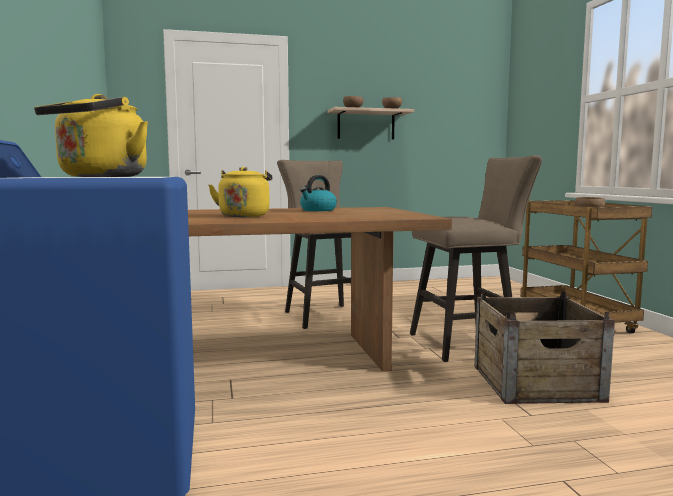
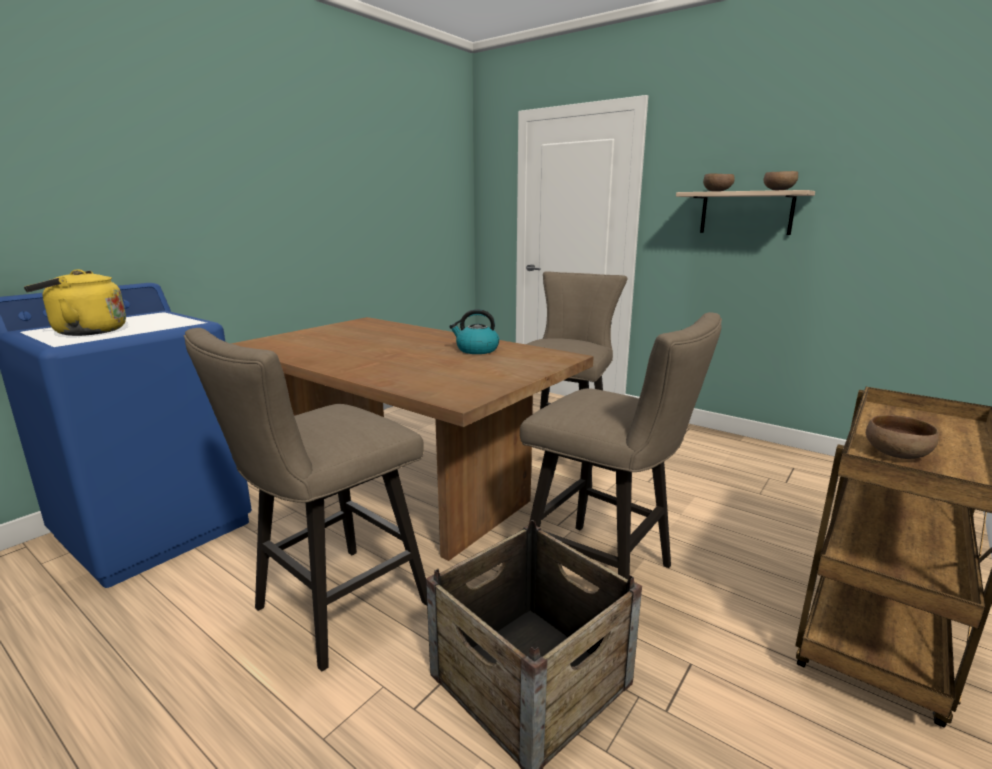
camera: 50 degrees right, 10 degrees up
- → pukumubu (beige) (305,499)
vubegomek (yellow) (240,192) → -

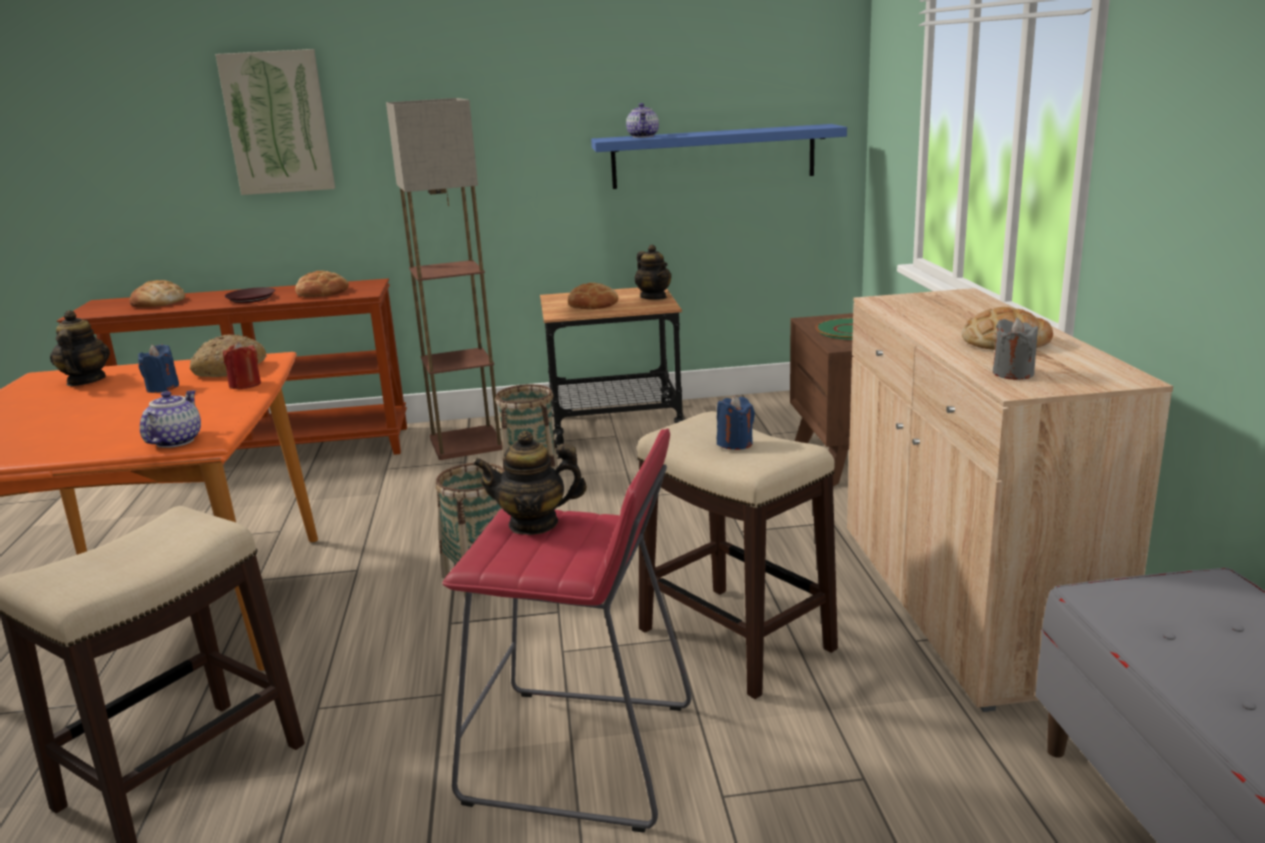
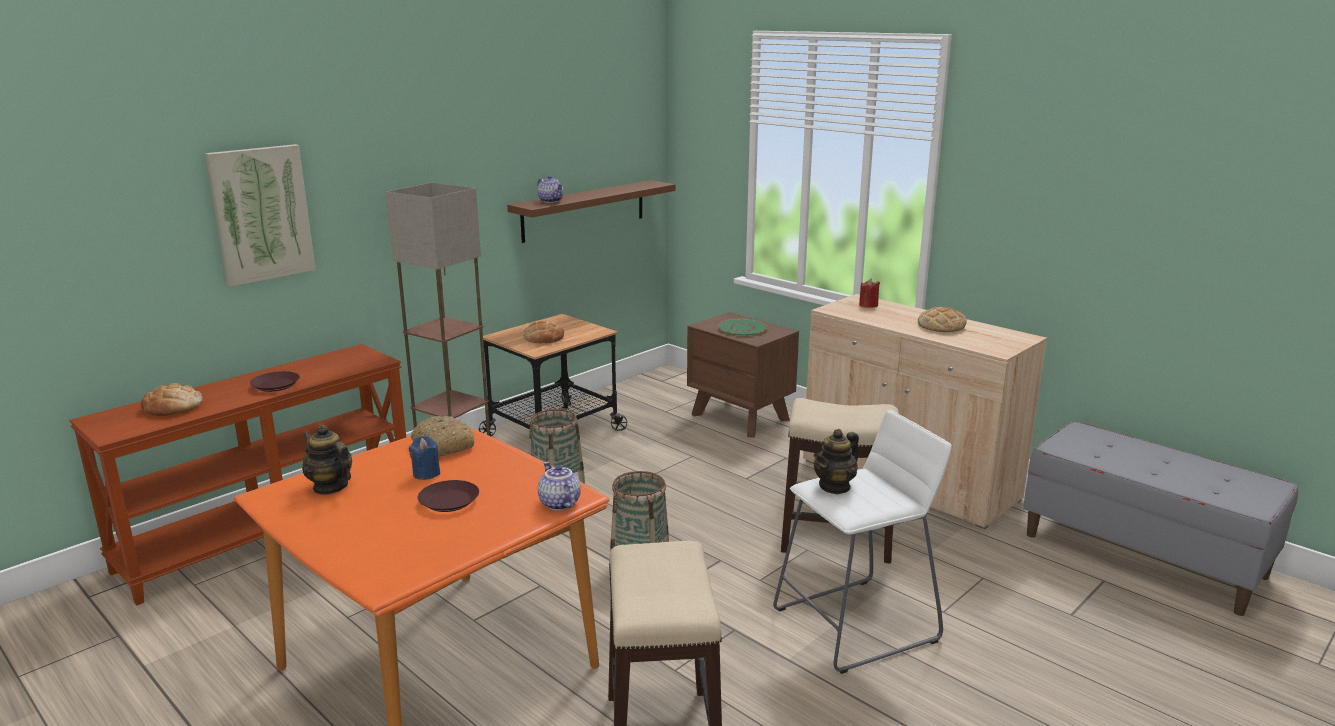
camera: 40 degrees left, 0 degrees up
- → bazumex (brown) (448,496)
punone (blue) (719,156) → punone (brown) (591,211)
pukumubu (red) (566,630) → pukumubu (white) (862,542)
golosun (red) (242,365) → golosun (red) (869,293), shifted
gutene (322,284) → -
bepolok (653,272) → -
golosun (blue) (736,422) → -
golosun (grey) (1015,349) → -

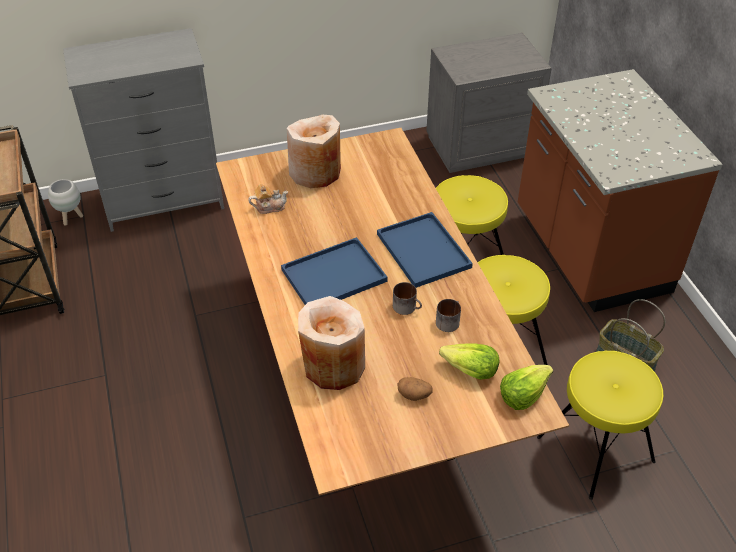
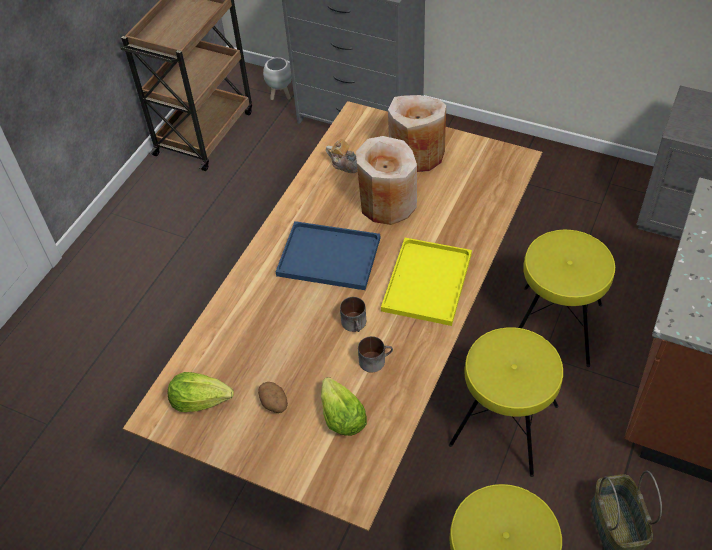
camera: 45 degrees right, 5 degrees up
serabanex (526,387) → serabanex (201,392), shifted
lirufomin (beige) (331,343) → lirufomin (beige) (386,180), shifted
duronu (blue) (425,250) → duronu (yellow) (426,282)

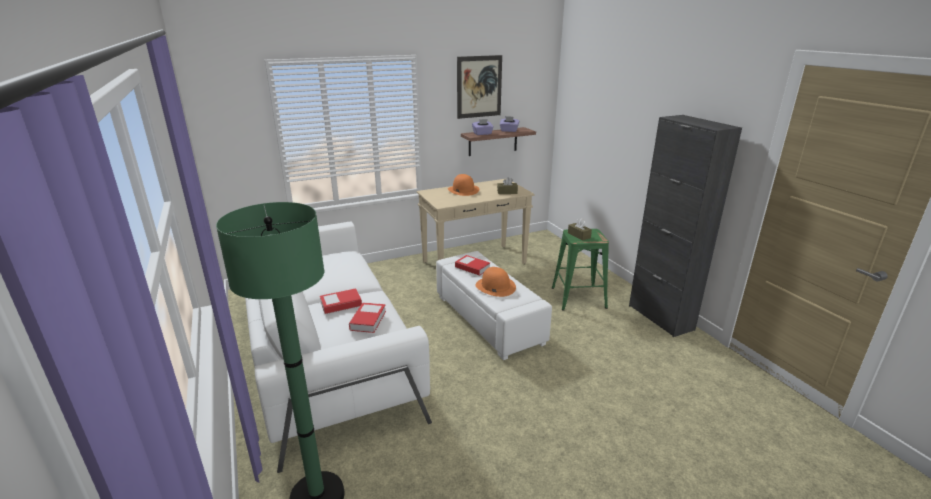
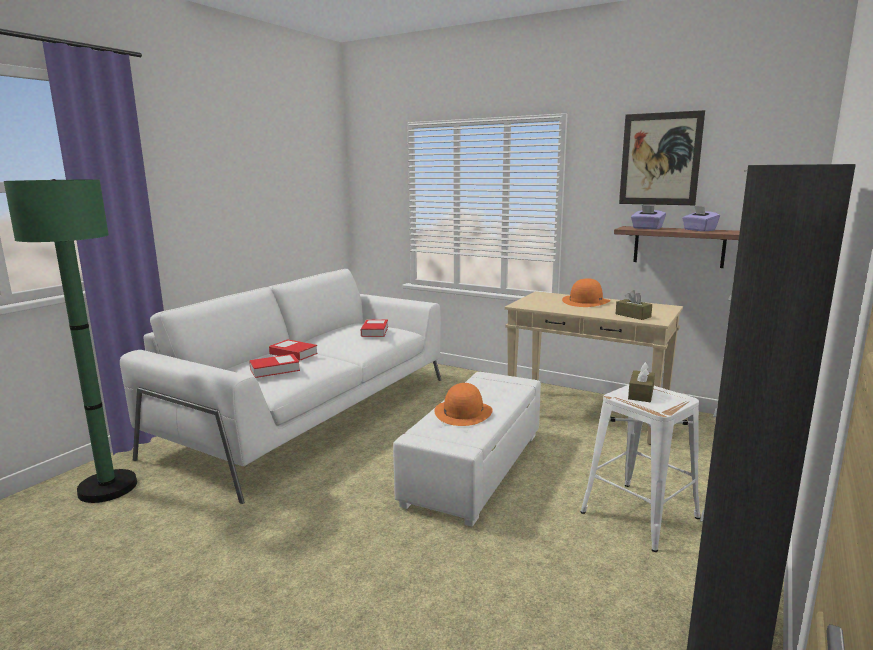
camera: 55 degrees right, 10 degrees down
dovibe (472,265) → dovibe (374,328), shifted
pukumubu (green) (580,270) → pukumubu (white) (640,468)

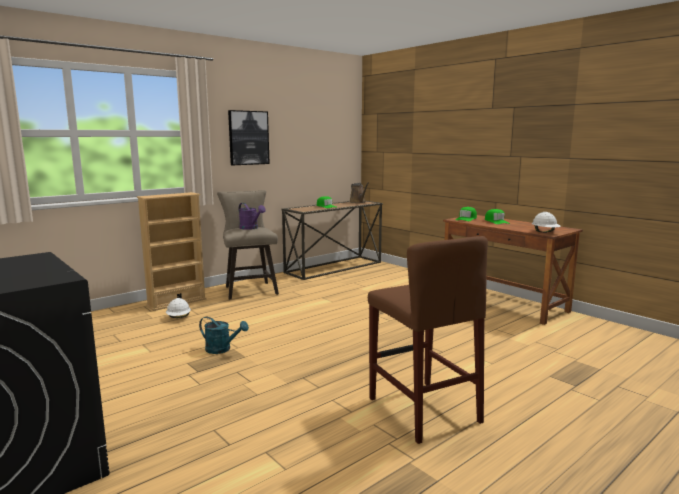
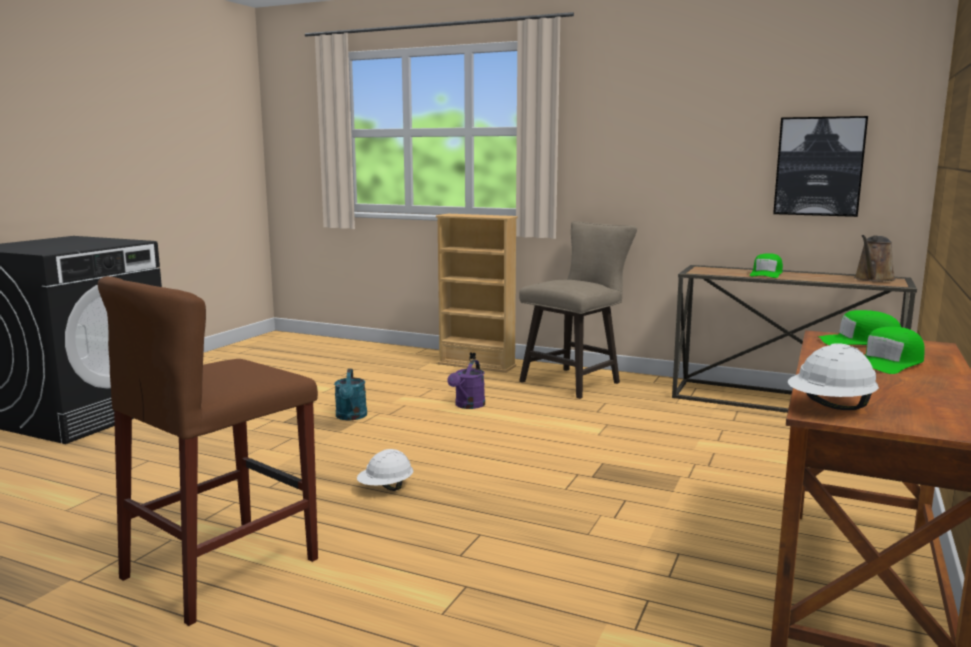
camera: 65 degrees right, 0 degrees up
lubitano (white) (178,308) → lubitano (white) (385,470), shifted
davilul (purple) (252,216) → davilul (purple) (466,384), shifted
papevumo (249,137) → papevumo (820,166), shifted

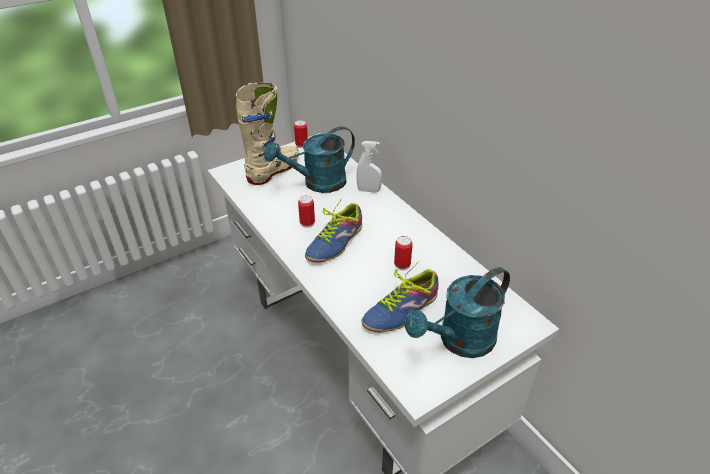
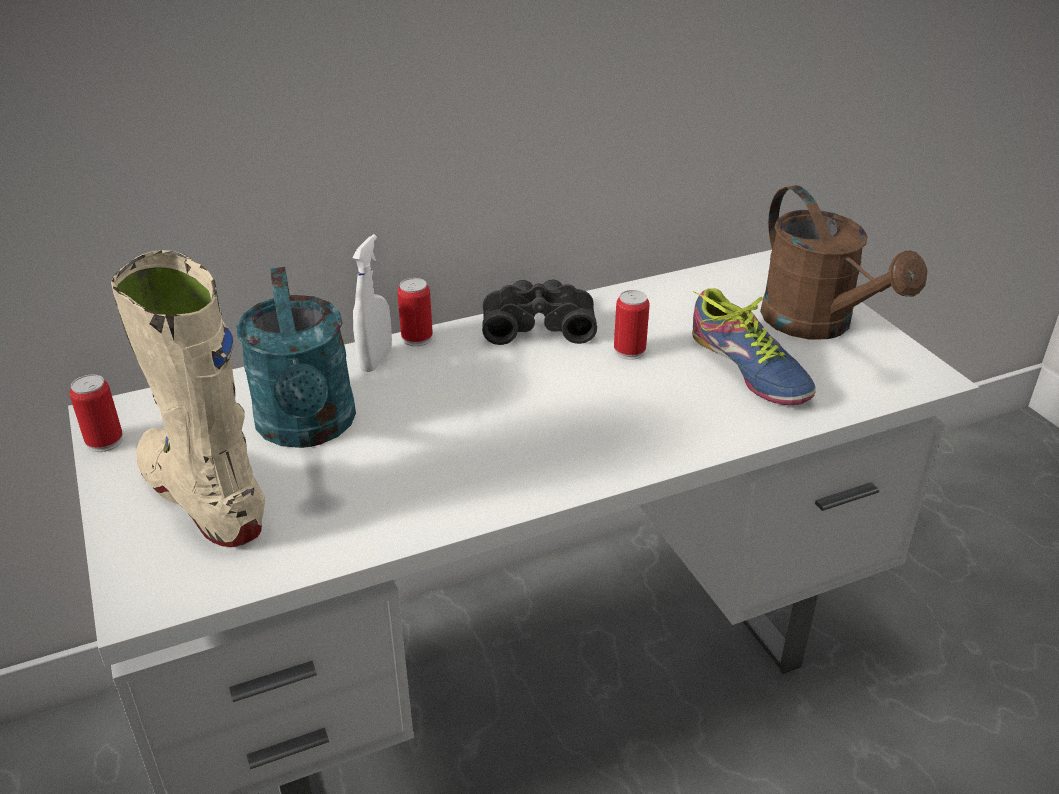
camera: 80 degrees left, 5 degrees down
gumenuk (306,211) → gumenuk (415,312), shifted
- → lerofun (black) (539,312)
davilul (turquoise) (457,312) → davilul (brown) (843,262)
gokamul (333,230) → -

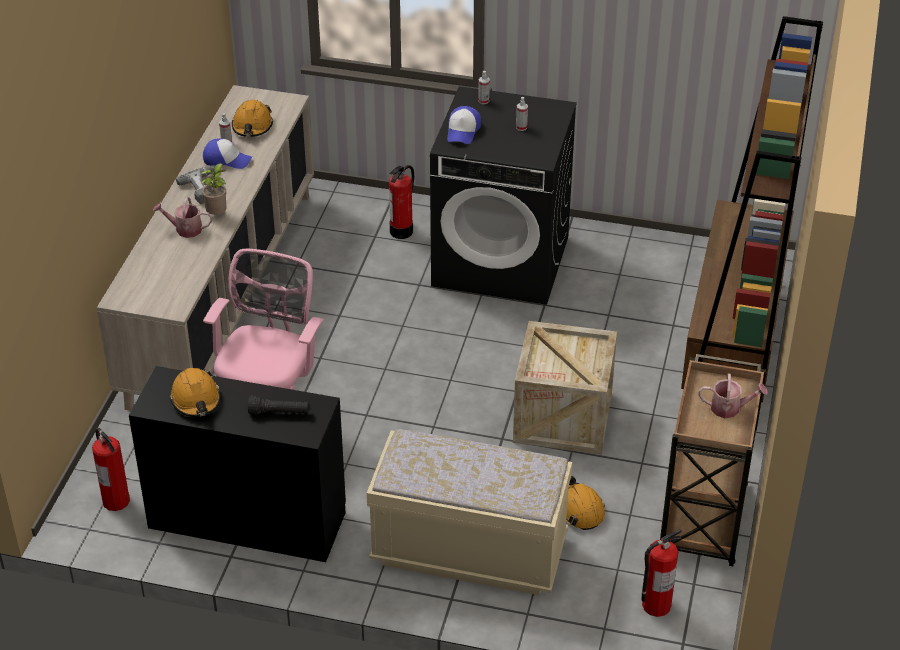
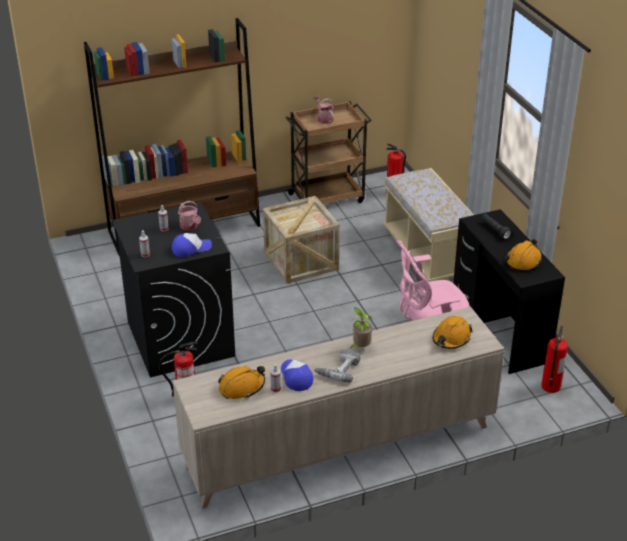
camera: 125 degrees left, 5 degrees down
davilul (182,217) → davilul (189,216), shifted
lubitano (orange) (585,502) → lubitano (orange) (452,332), shifted

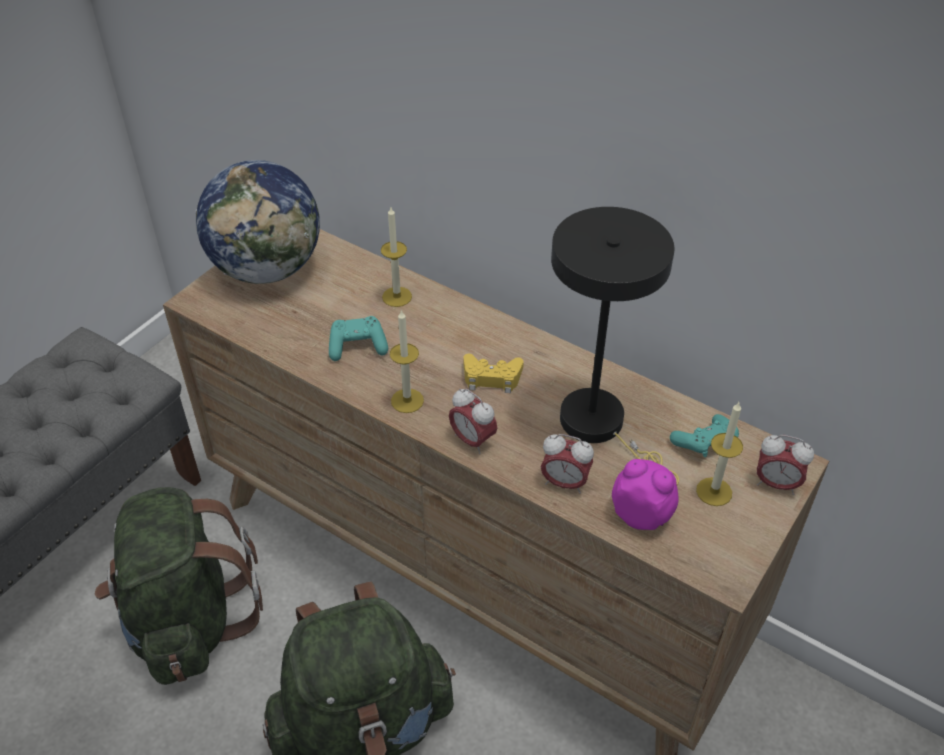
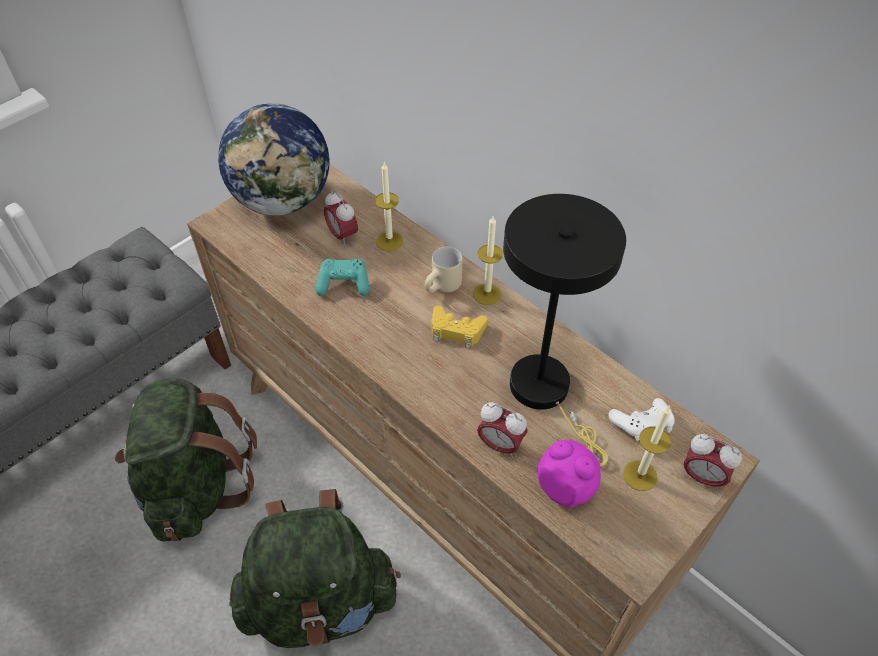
camera: 10 degrees right, 5 degrees up
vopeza (473,421) → vopeza (341,218), shifted
- → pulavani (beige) (443,270)
golosun (407,361) → golosun (488,260), shifted
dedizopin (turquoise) (704,435) → dedizopin (white) (641,419)

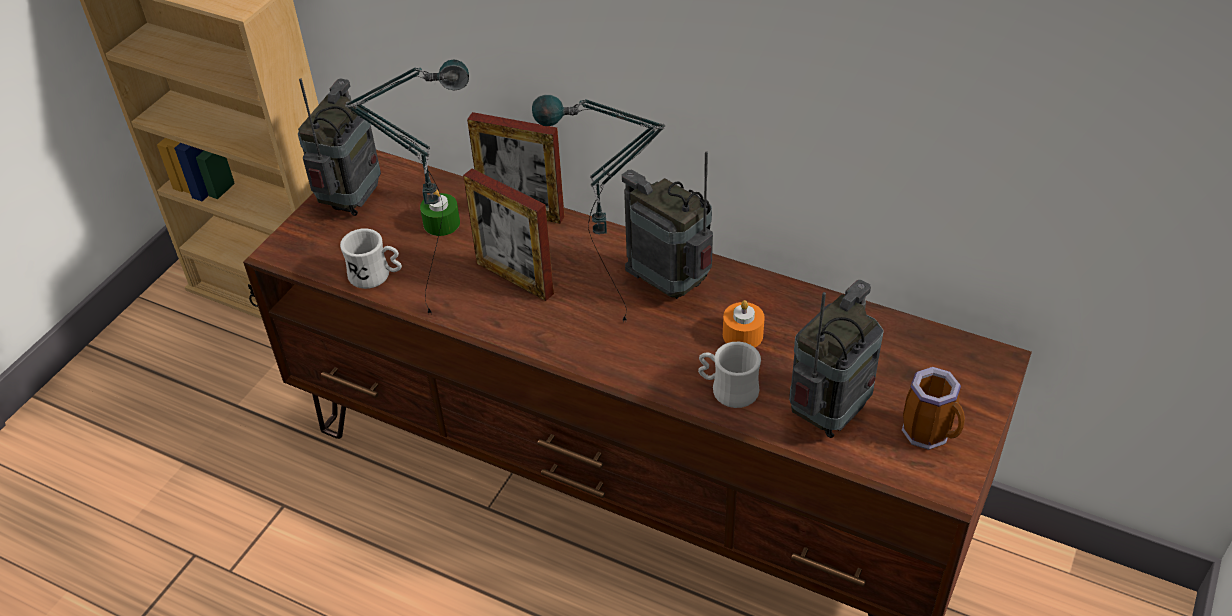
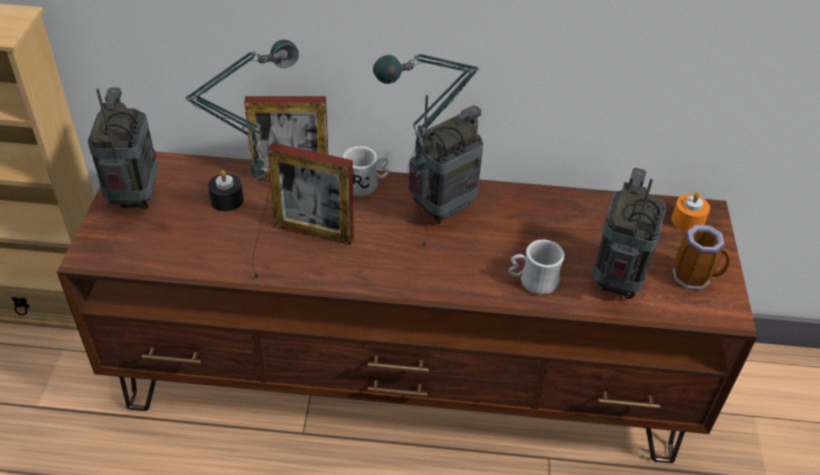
camera: 25 degrees left, 0 degrees up
golosun (green) (440,213) → golosun (black) (226,190)
pulavani (white) (371,258) → pulavani (white) (366,171), shifted
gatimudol (667,225) → gatimudol (445,159), 120 degrees clockwise
golosun (orange) (744,323) → golosun (orange) (691,212), shifted

